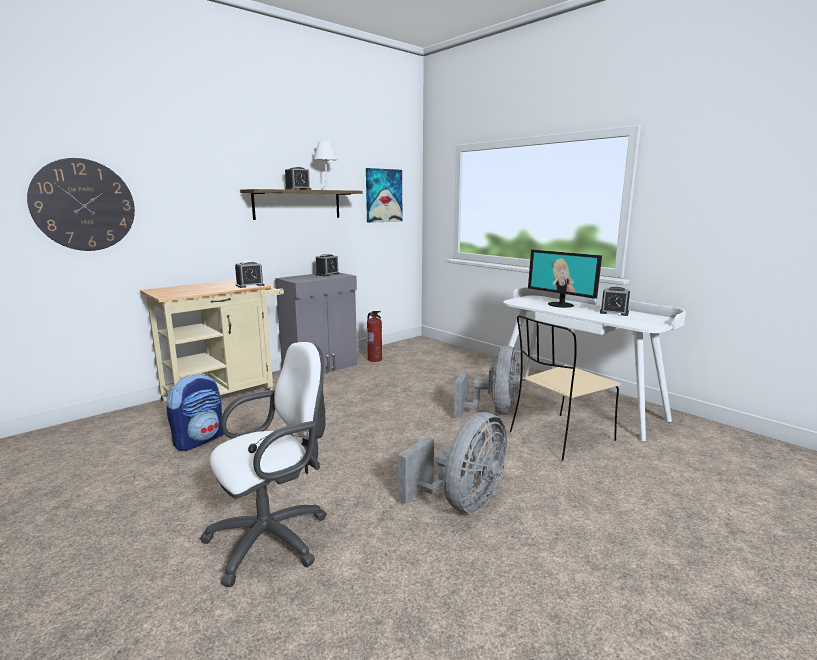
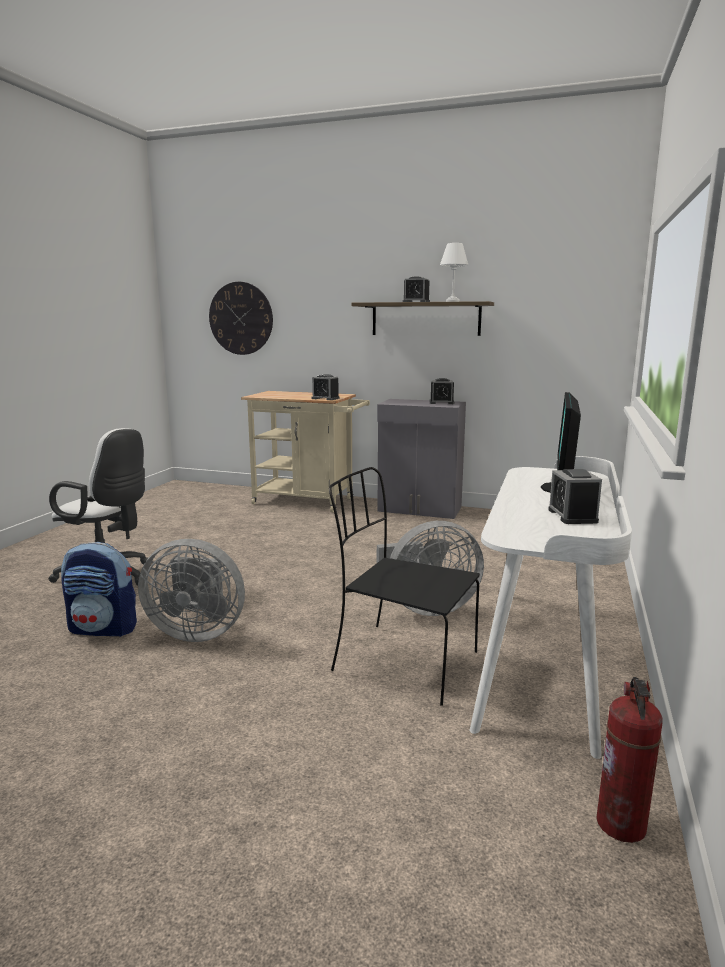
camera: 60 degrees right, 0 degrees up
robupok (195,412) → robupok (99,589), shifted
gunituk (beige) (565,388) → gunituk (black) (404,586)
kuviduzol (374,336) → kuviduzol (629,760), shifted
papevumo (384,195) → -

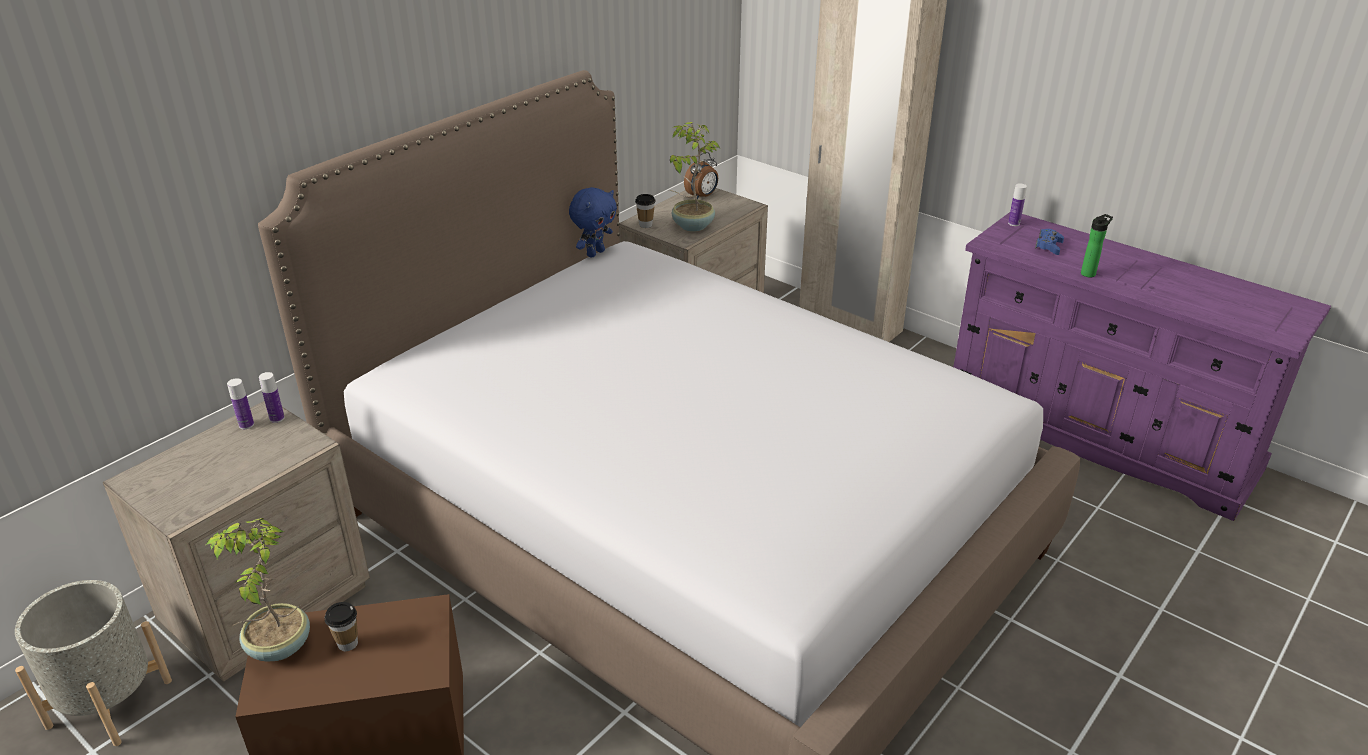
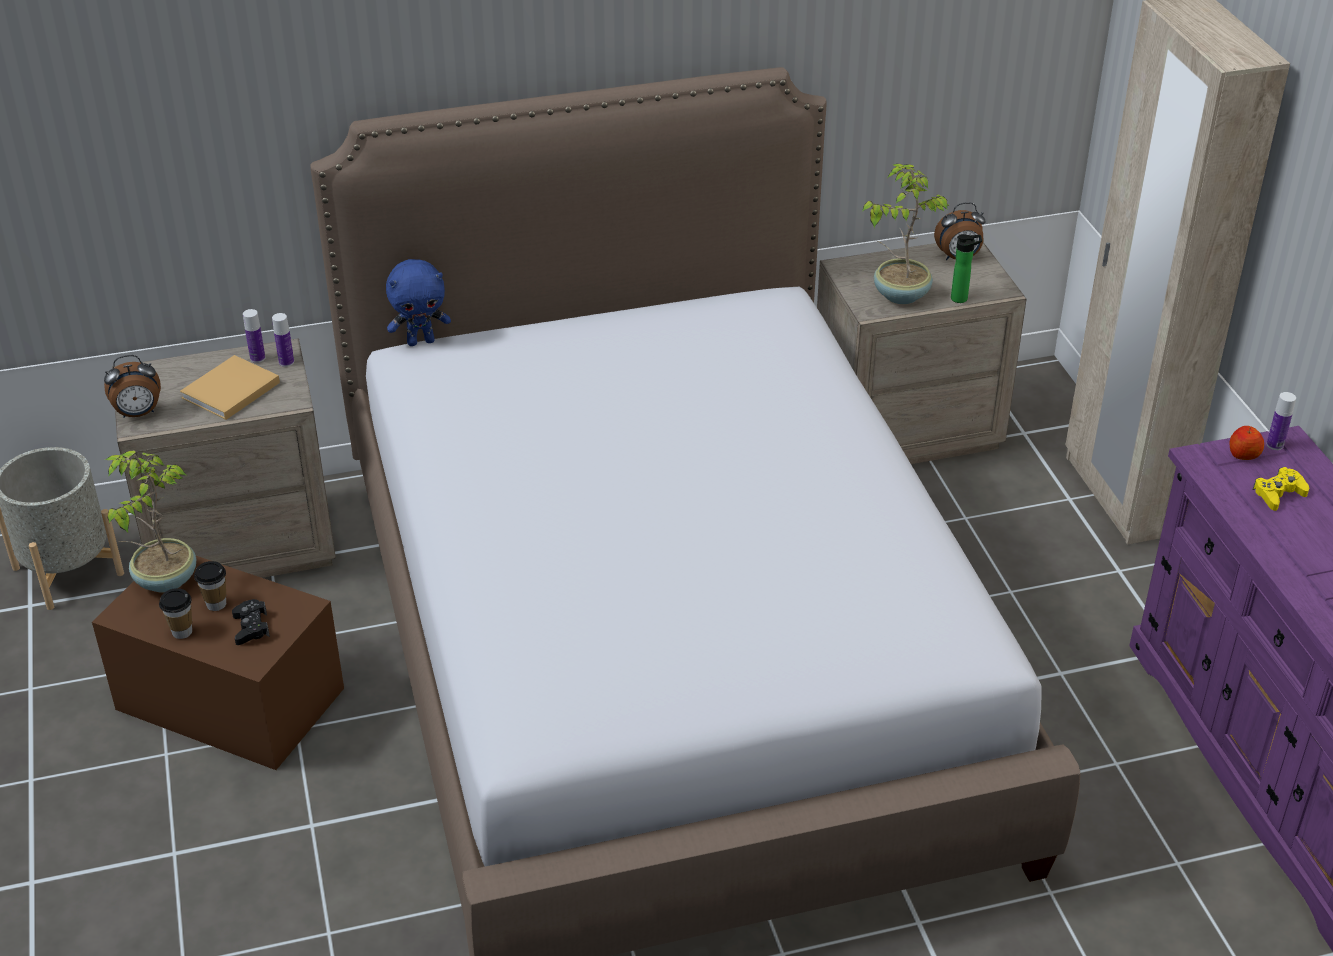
camera: 35 degrees right, 5 degrees up
- → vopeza (132,386)
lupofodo (645,211) → lupofodo (175,613), shifted
- → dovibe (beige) (230,387)
- → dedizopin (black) (251,622)
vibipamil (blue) (593,222) → vibipamil (blue) (418,302), shifted
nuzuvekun (1097,245) → nuzuvekun (966,268), shifted
- → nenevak (1247,443)
dedizopin (blue) (1049,242) → dedizopin (yellow) (1281,489)

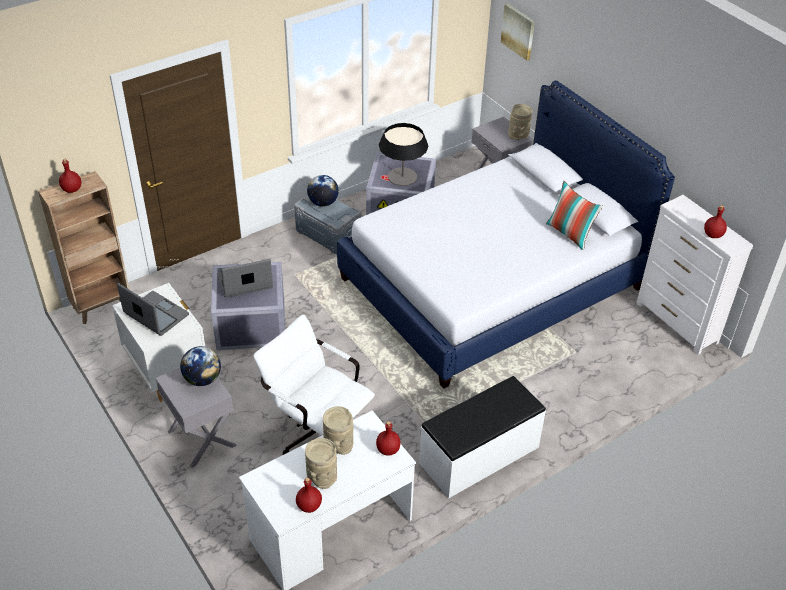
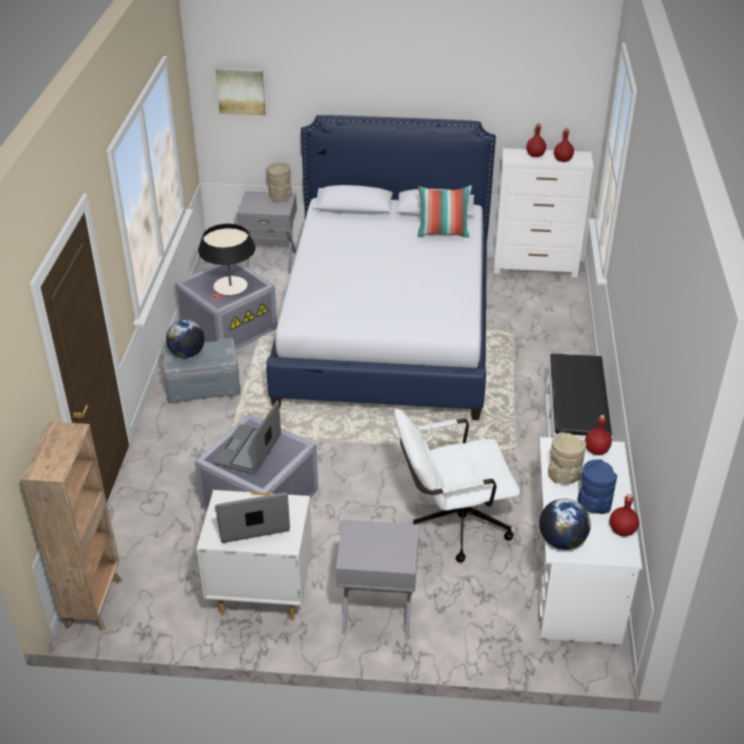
camera: 50 degrees left, 5 degrees down
nuzuvekun (red) (70,176) → nuzuvekun (red) (536,140), shifted
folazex (200,366) → folazex (565,524), shifted
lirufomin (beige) (321,463) → lirufomin (blue) (597,486)

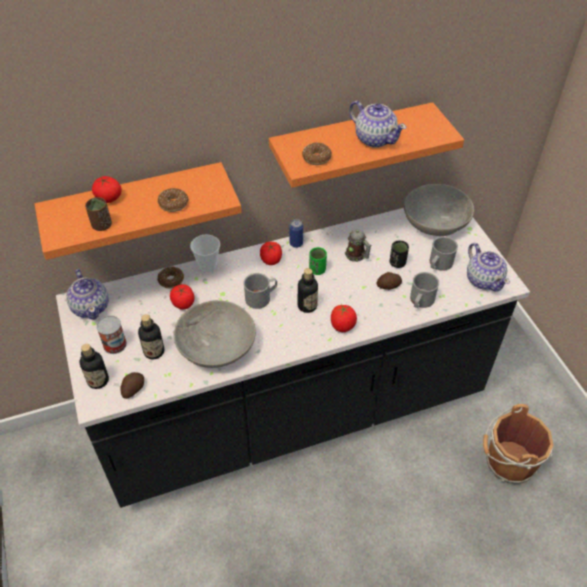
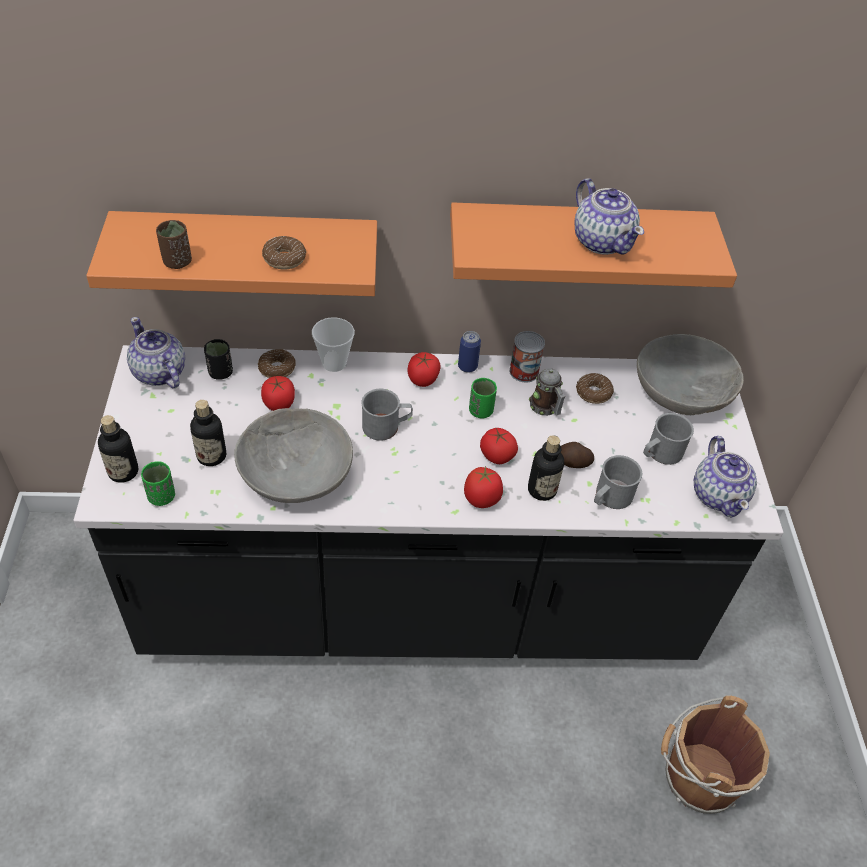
camera: 15 degrees right, 0 degrees up
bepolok (87,294) → bepolok (156,352), 150 degrees clockwise
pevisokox (132,385) → lupofodo (green) (158,483)
lupofodo (black) (399,254) → lupofodo (black) (218,359), shifted
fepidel (107,189) → fepidel (499,446), shifted
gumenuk (111,334) → gumenuk (527,356), shifted
nuzuvekun (308,290) → nuzuvekun (546,468), shifted
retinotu (317,153) → retinotu (595,388), shifted

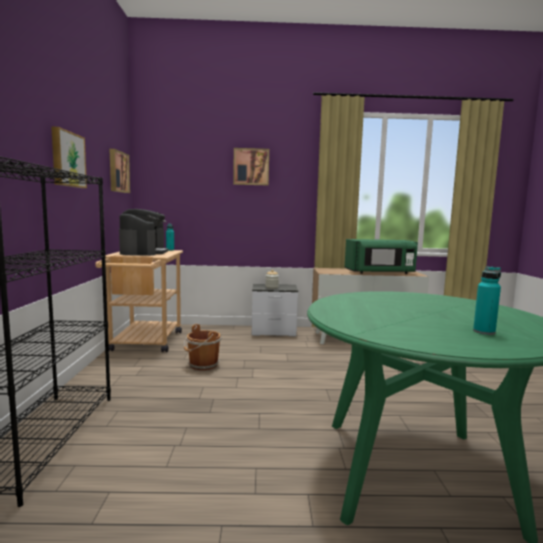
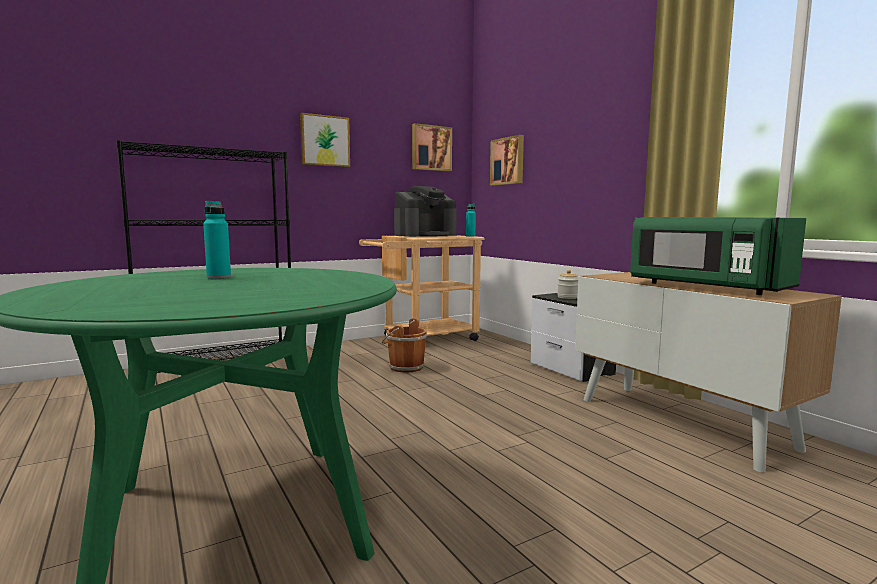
camera: 60 degrees right, 0 degrees up
nuzuvekun (turquoise) (487,300) → nuzuvekun (turquoise) (217,240), shifted
papevumo (251,166) → papevumo (507,160), shifted

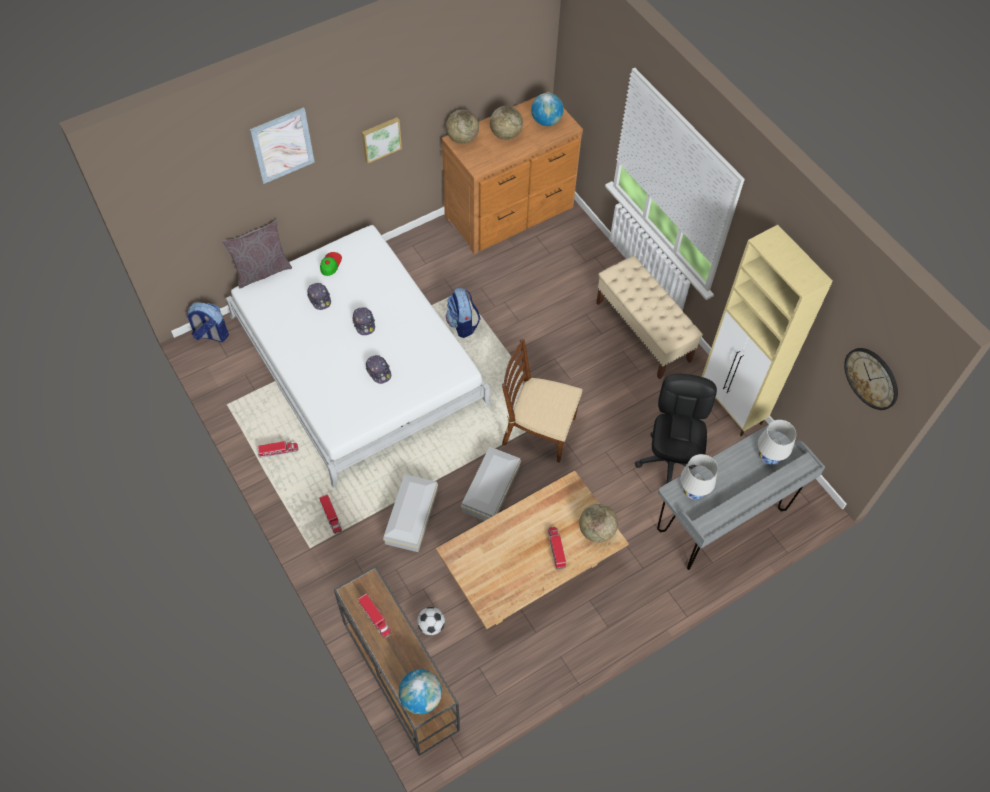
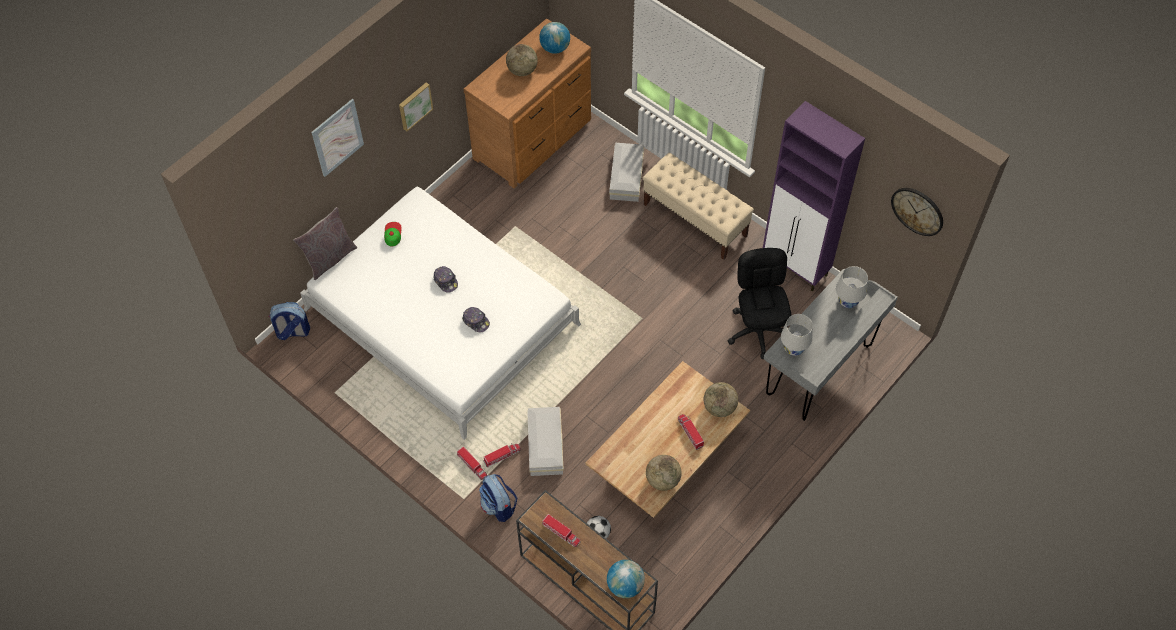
camera: 15 degrees left, 0 degrees up
robupok (463,313) → robupok (498,498), shifted
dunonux (278,449) → dunonux (502,455), shifted
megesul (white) (491,484) → megesul (white) (626,172), shifted
folazex (462,127) → folazex (664,473), shifted
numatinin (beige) (767,330) → numatinin (purple) (814,196)
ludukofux (319,296) → -
gunituk (brown) (542,400) → -

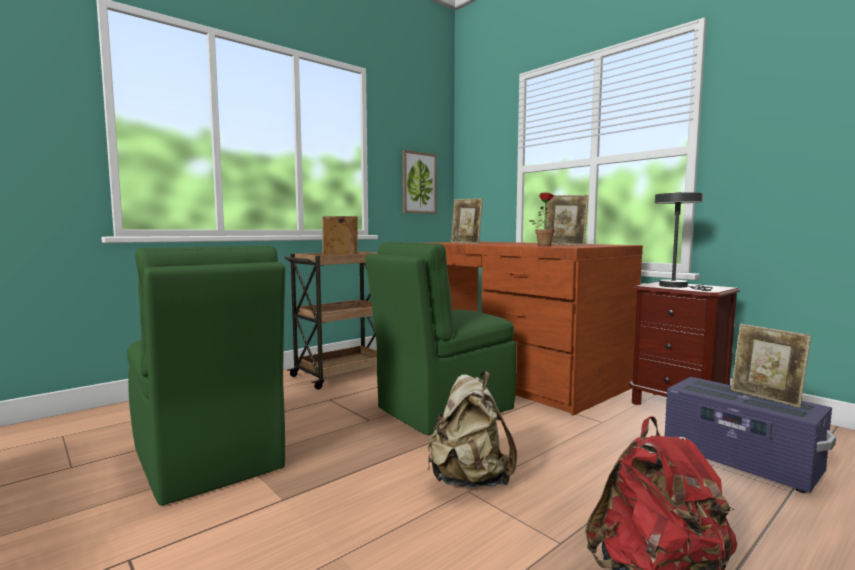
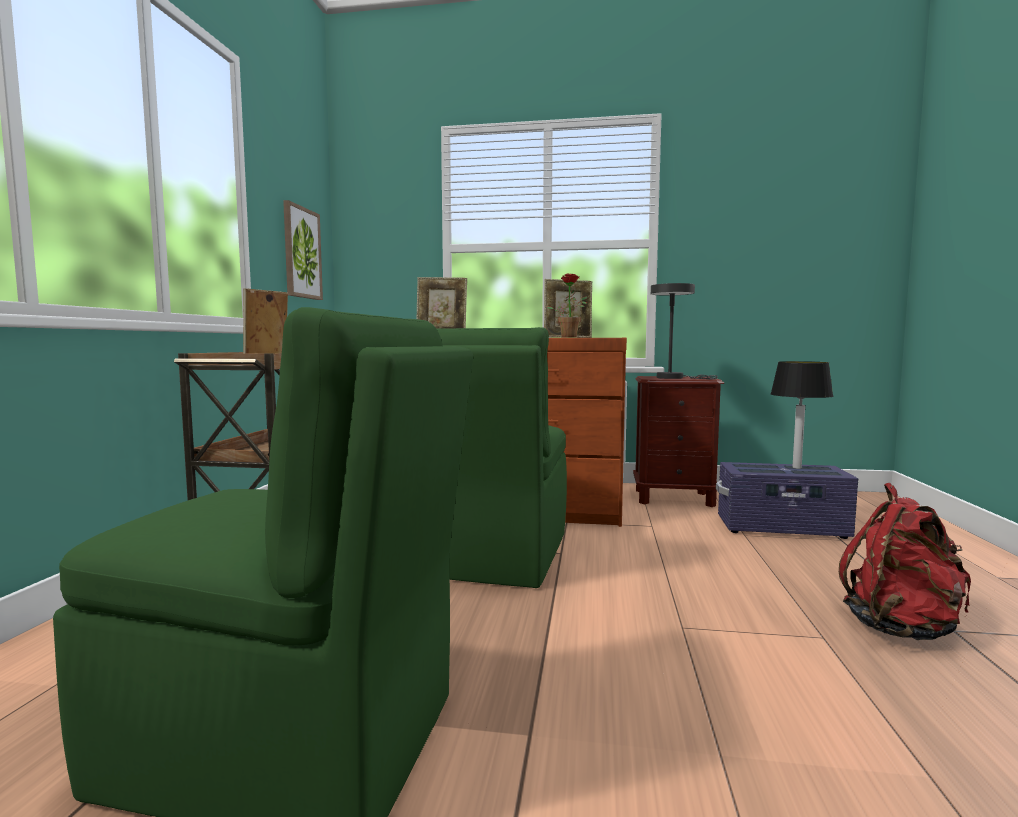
camera: 40 degrees left, 0 degrees up
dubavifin (771,366) → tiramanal (802,415)
robupok (beige) (472,429) → -

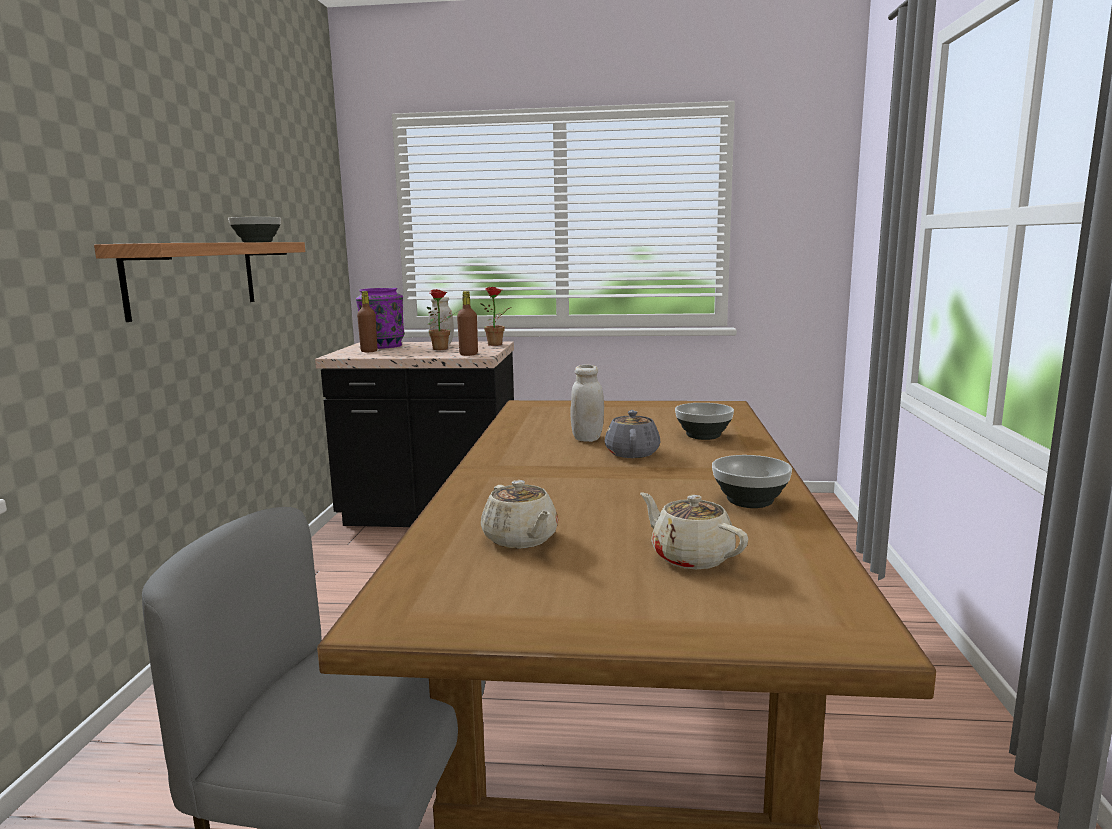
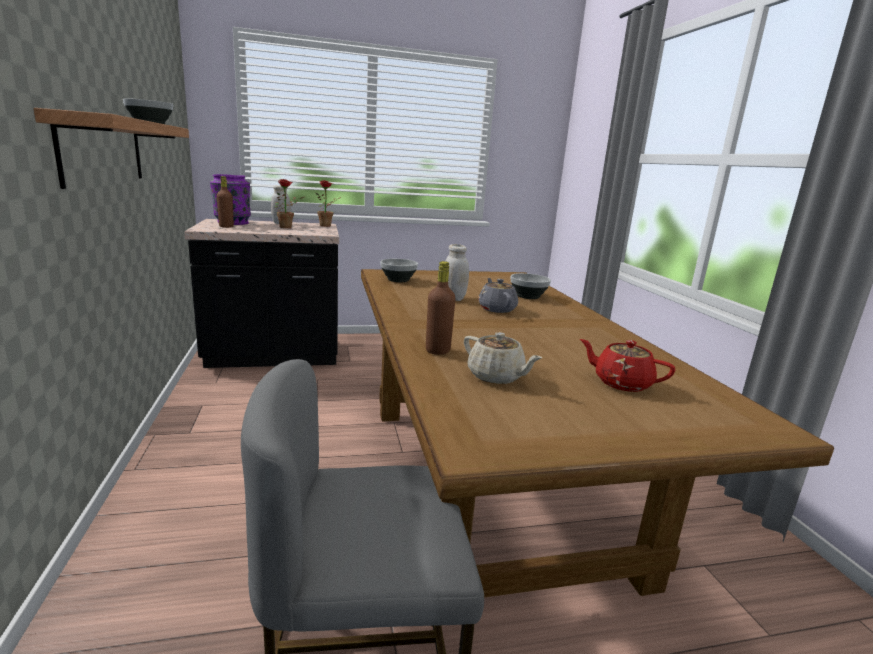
camera: 20 degrees left, 5 degrees up
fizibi (752,481) → fizibi (399,270), shifted
nuzuvekun (brown) (467,323) → nuzuvekun (brown) (441,308), shifted
bepolok (beige) (694,531) → bepolok (red) (628,365)

